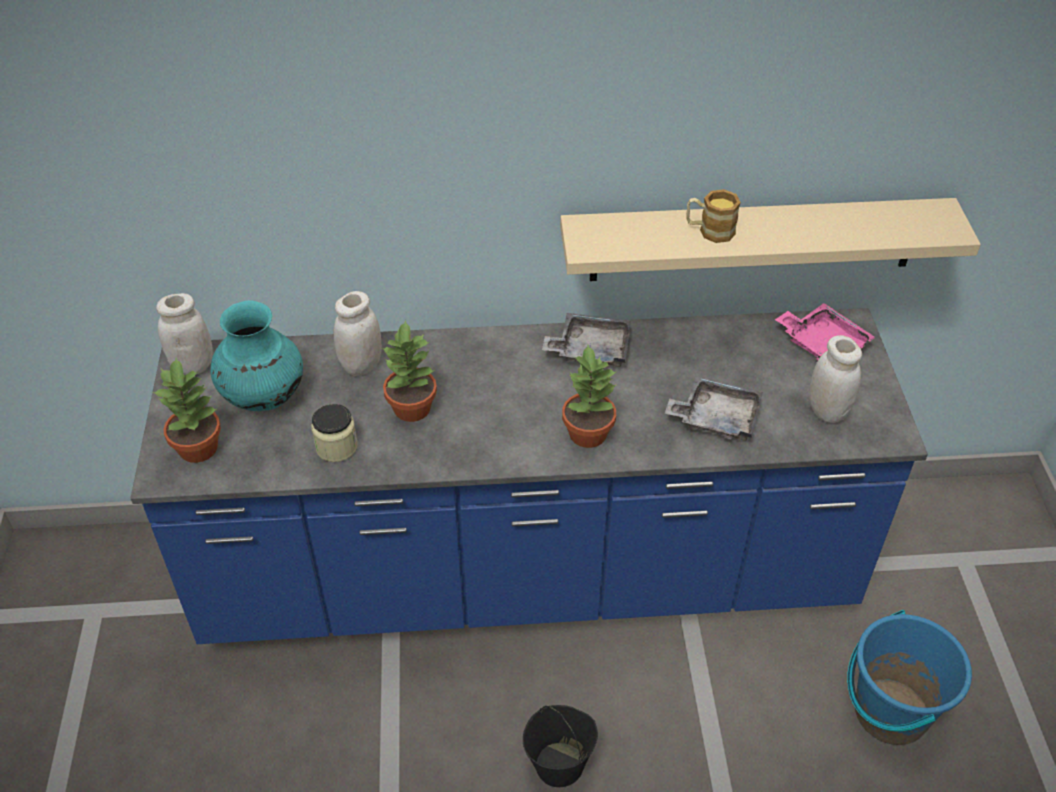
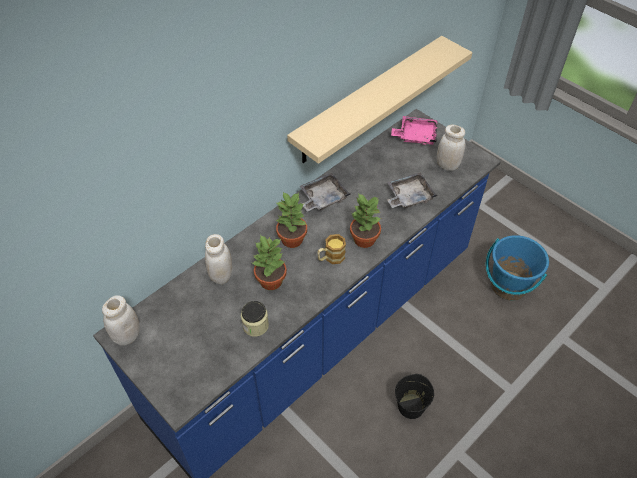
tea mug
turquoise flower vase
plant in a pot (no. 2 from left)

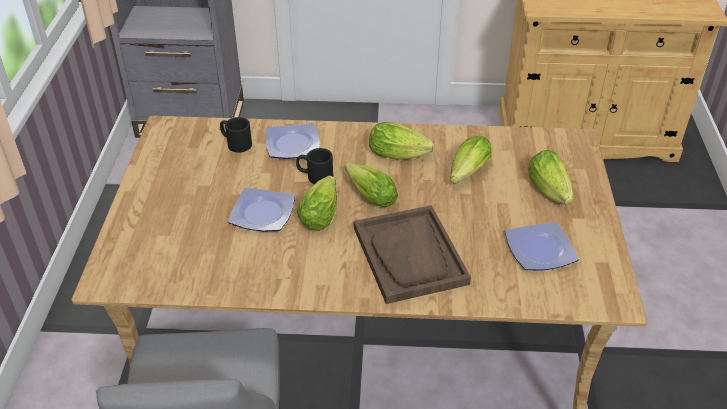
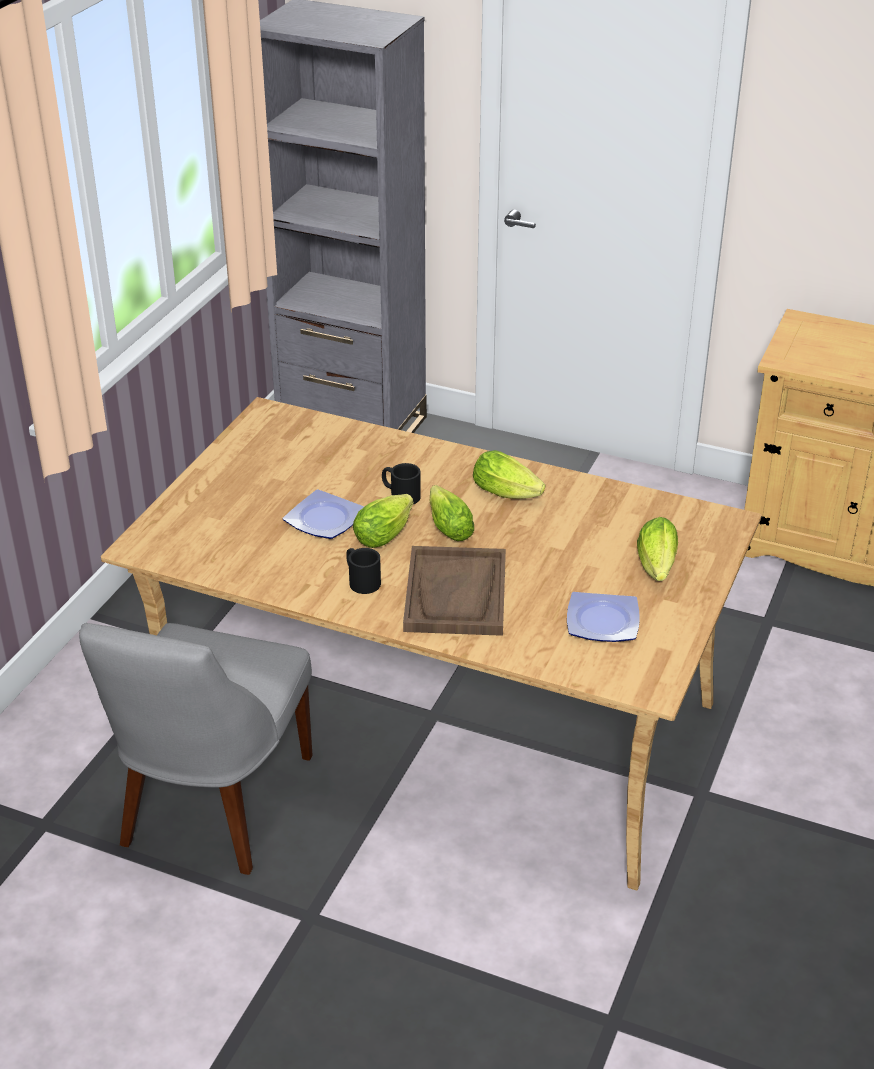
blackish tea mug (no. 1 from left)
dinner plate (no. 2 from left in the first image)
head of lettuce (no. 4 from left in the first image)

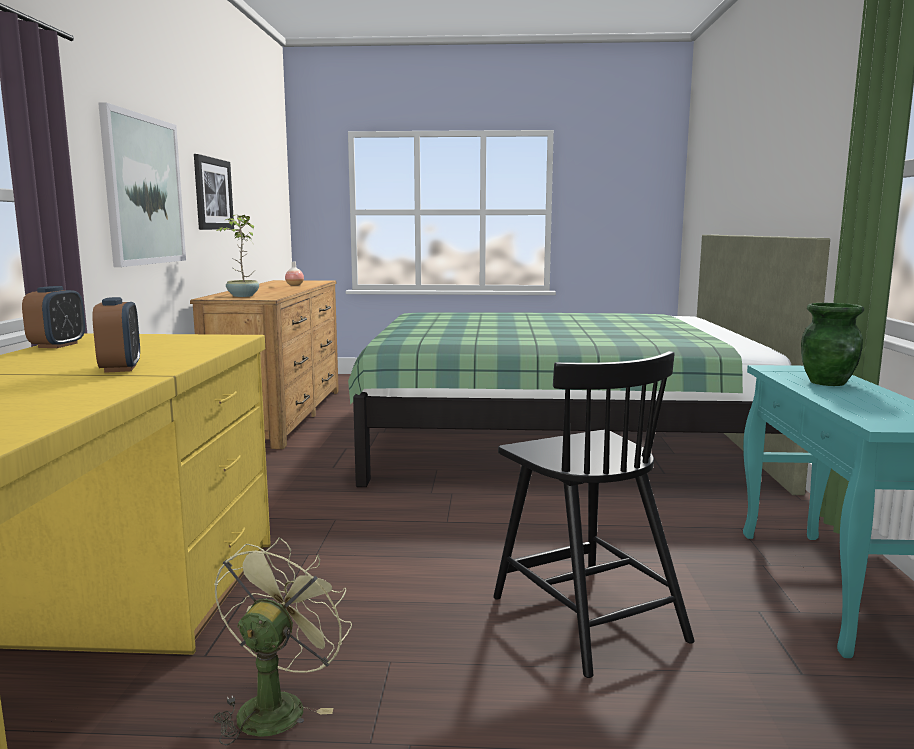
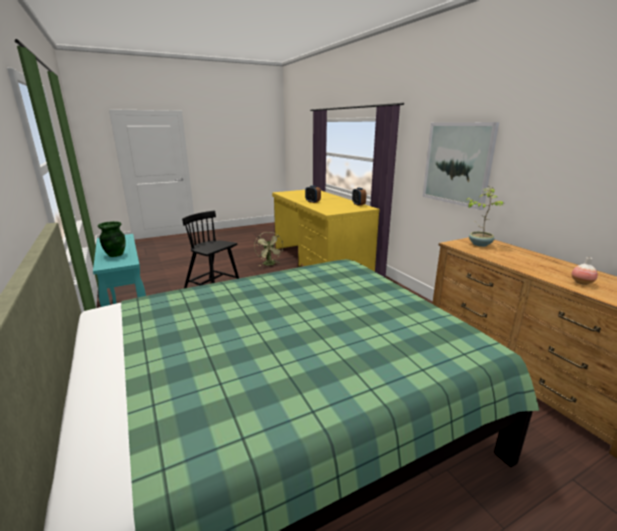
wall picture (no. 2 from left in the first image)

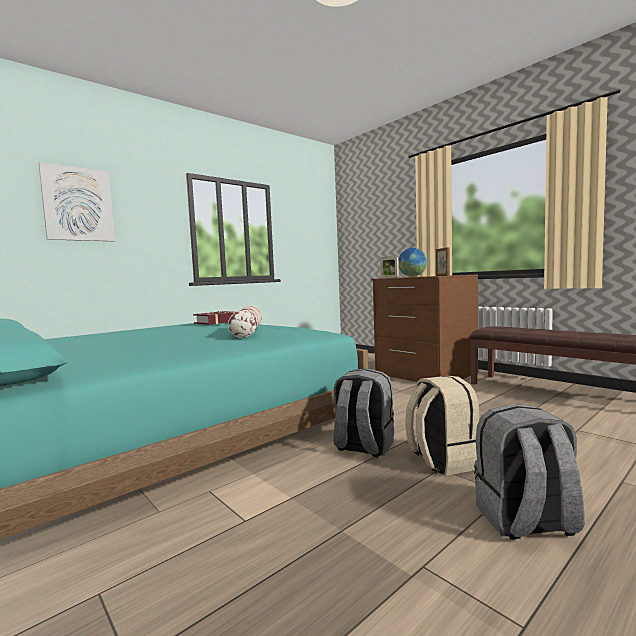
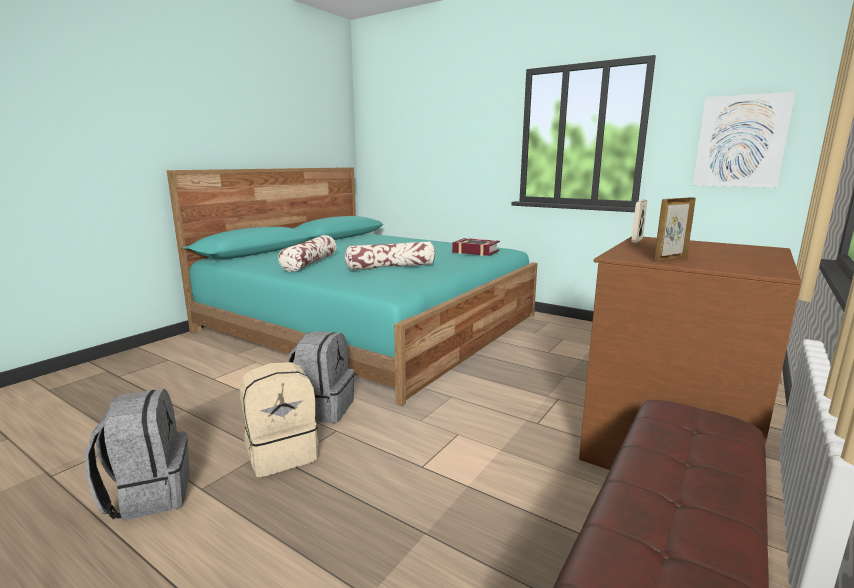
wall picture
globe
throw pillow (no. 1 from left)

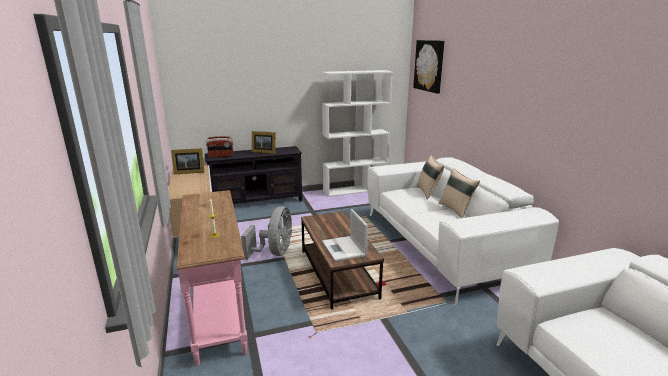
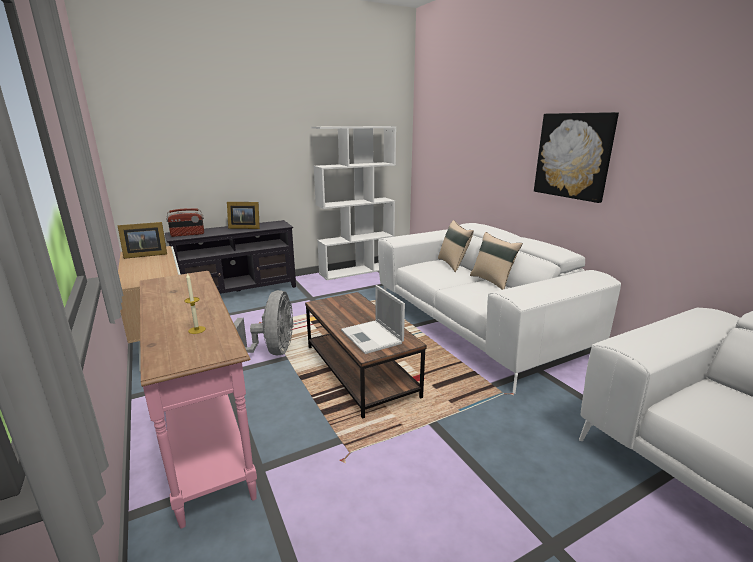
wall picture

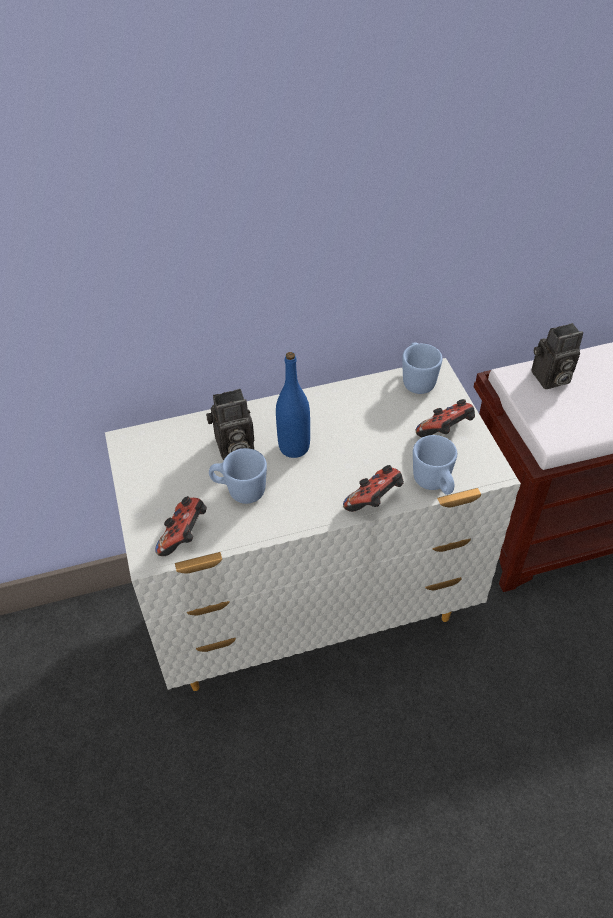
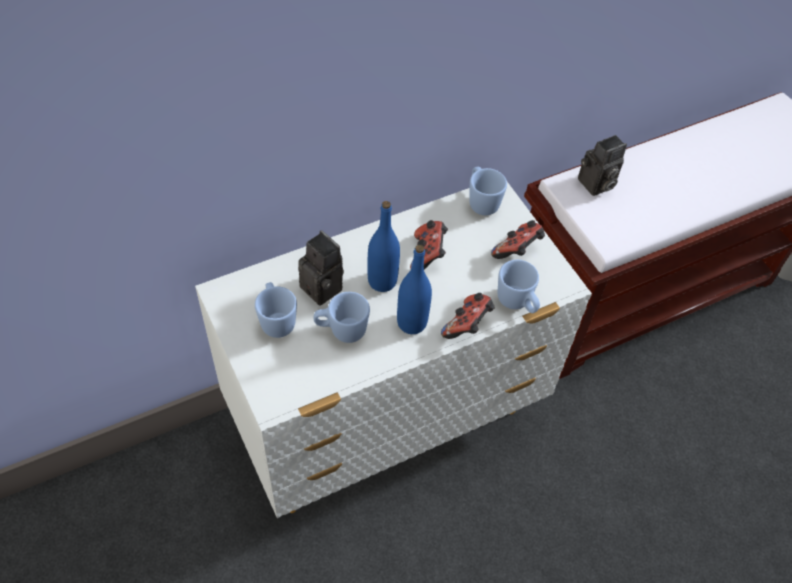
still camera (no. 1 from left)
game controller (no. 1 from left)
bluish beverage bottle (no. 2 from left)
bluish tea mug (no. 1 from left)

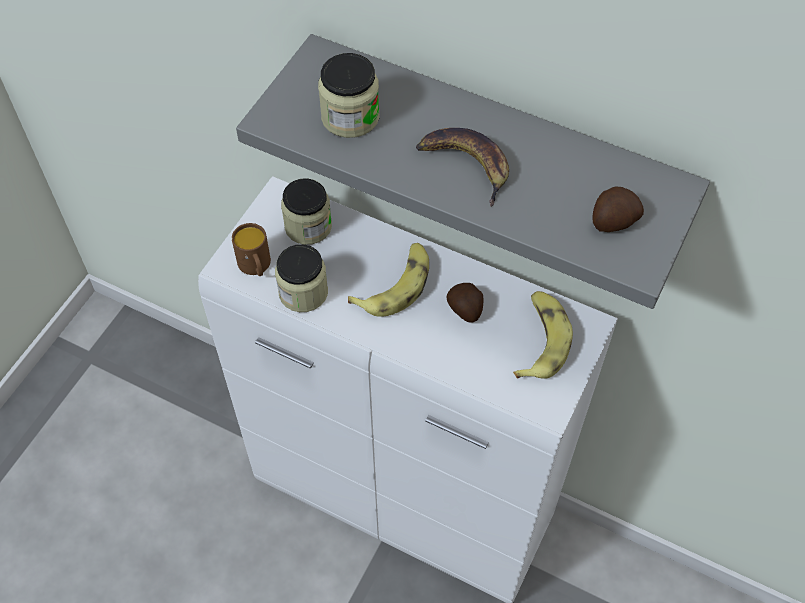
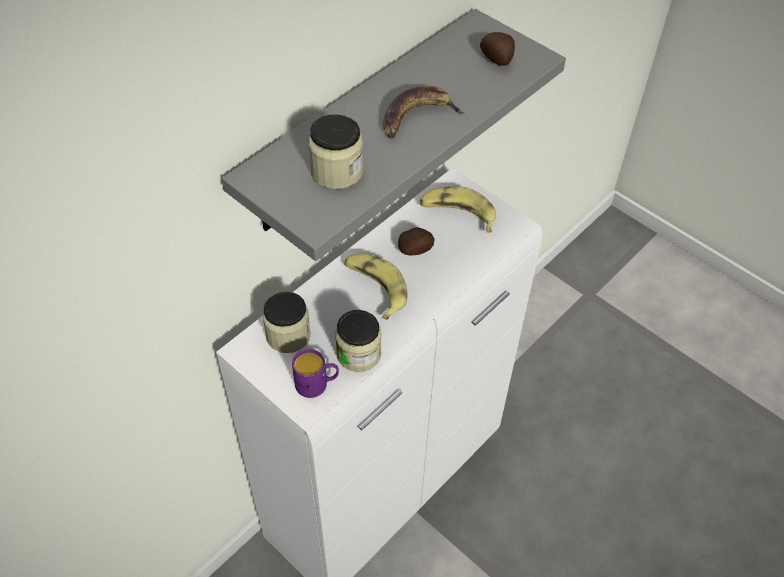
purplish tea mug

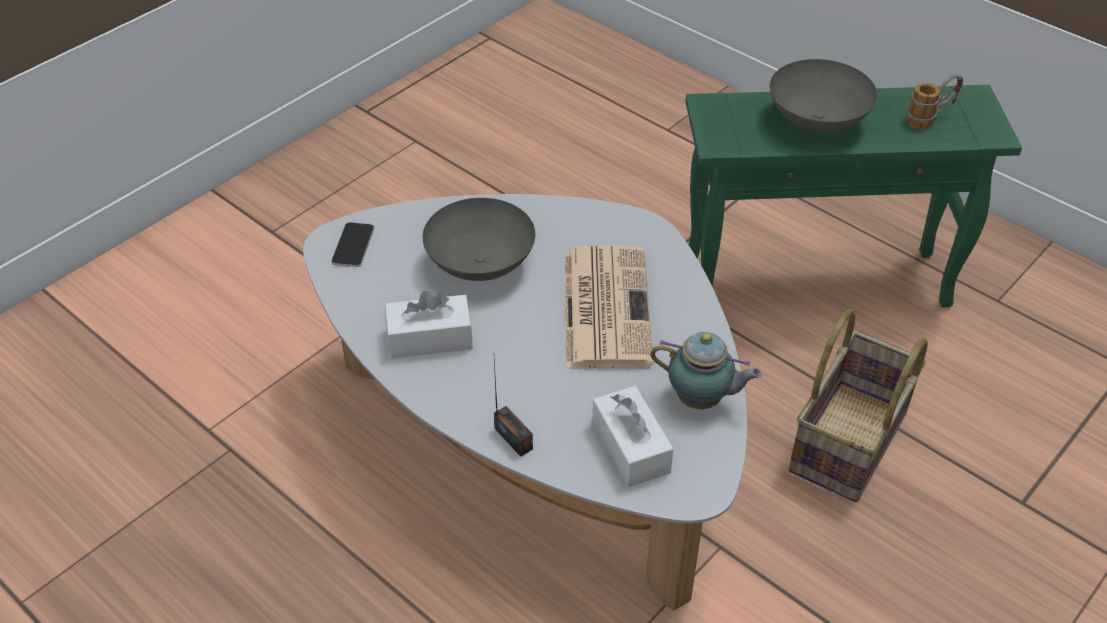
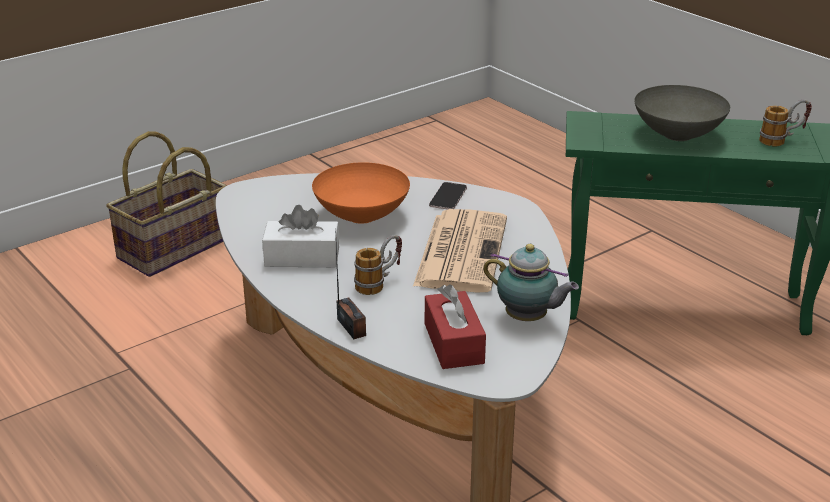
orange deep dish
telephone
household basket
red tissue box
tea mug (no. 1 from left)

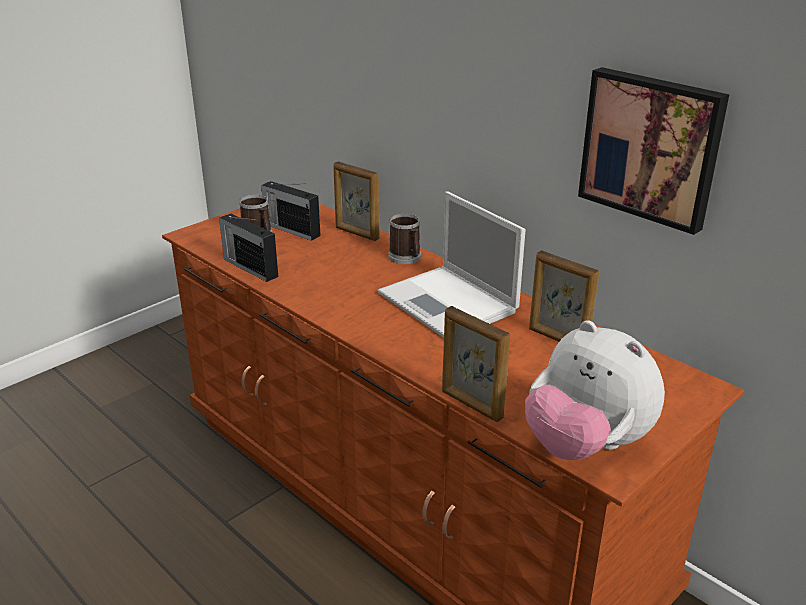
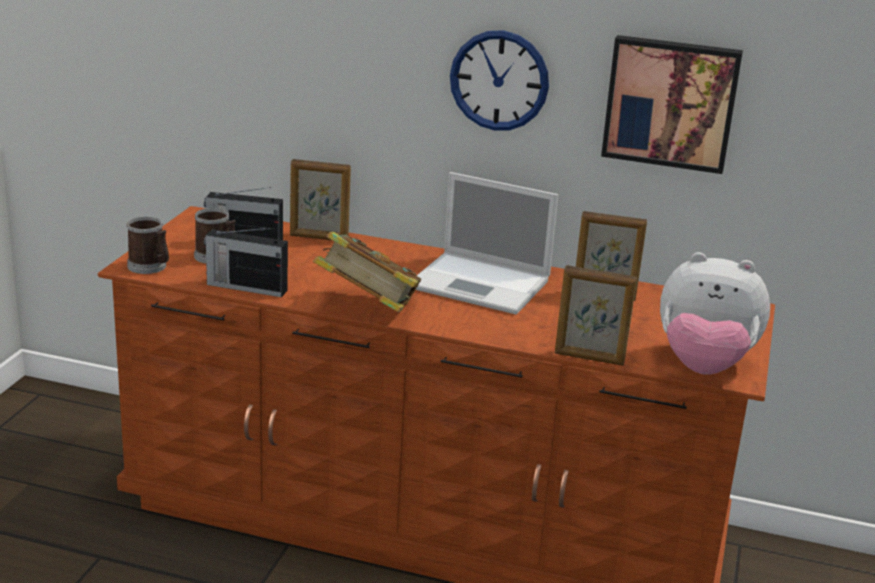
tea mug (no. 1 from left)
clock on the wall
bound book

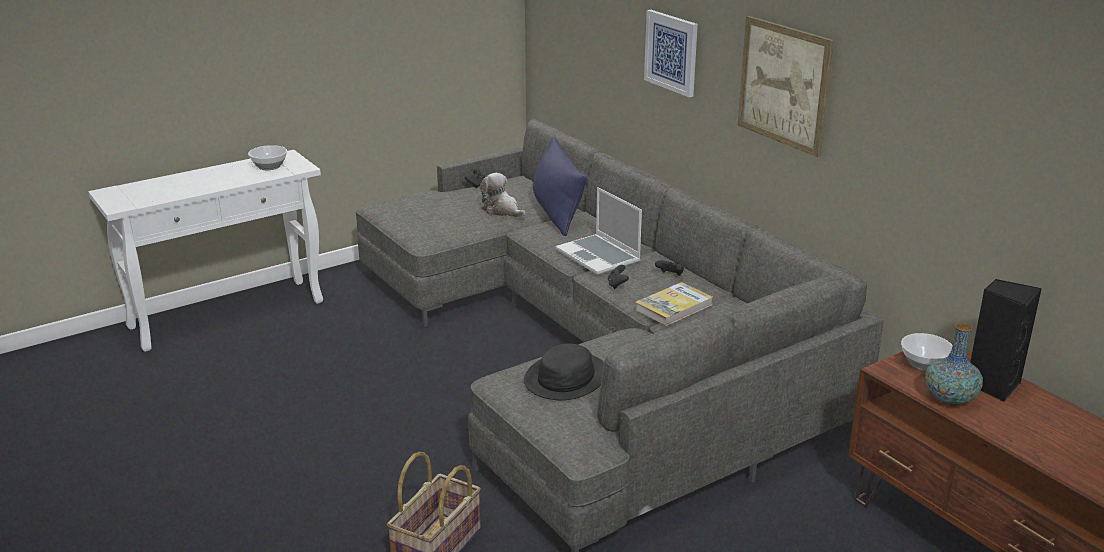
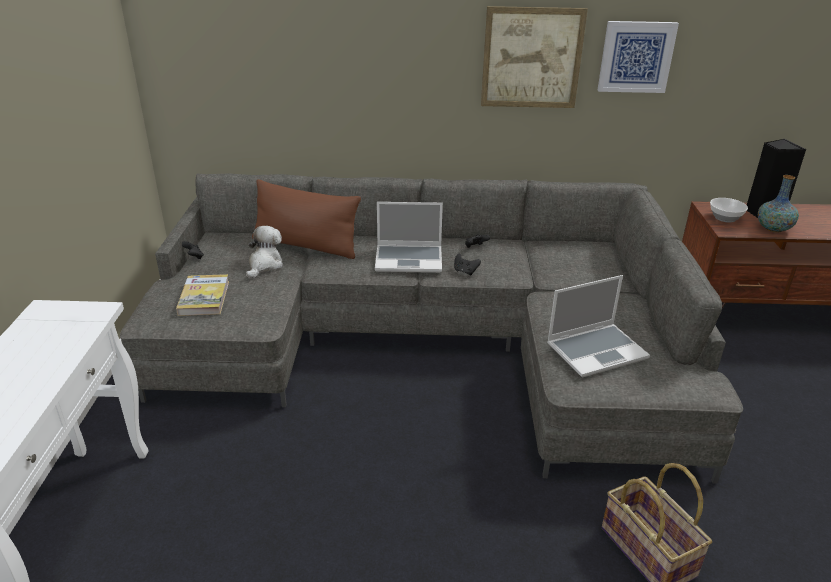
wall picture (no. 2 from left)
brown-coloured throw pillow
deep dish (no. 1 from left in the first image)
cuddly toy
bound book
portable computer (no. 2 from left)

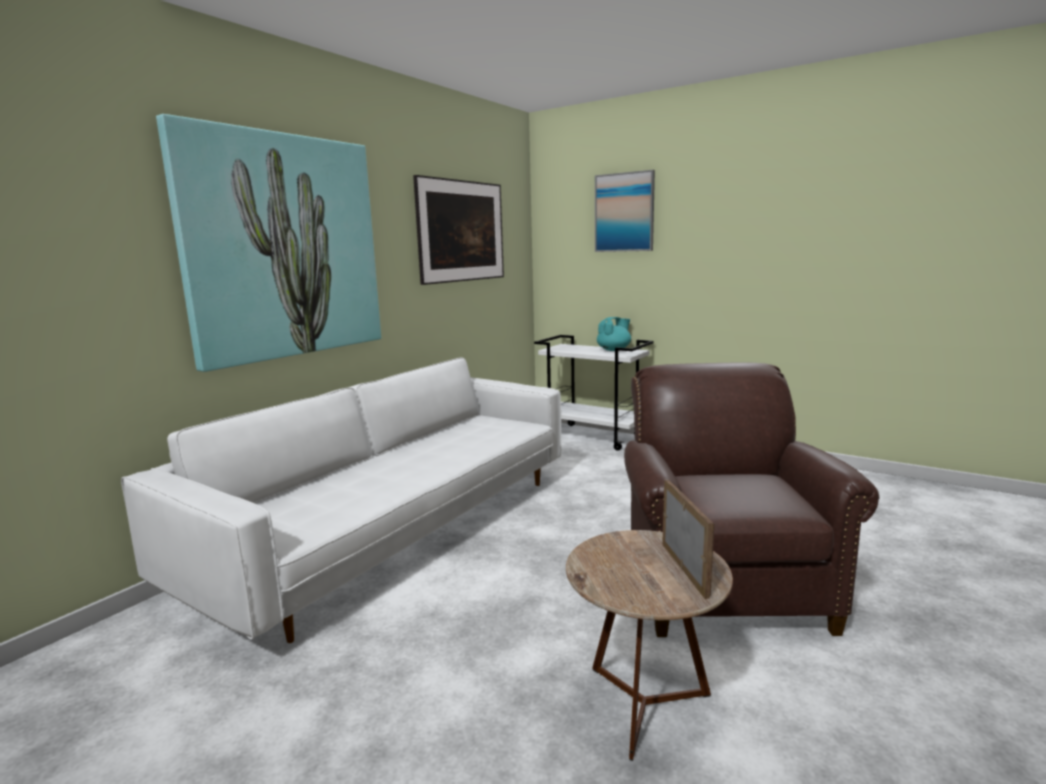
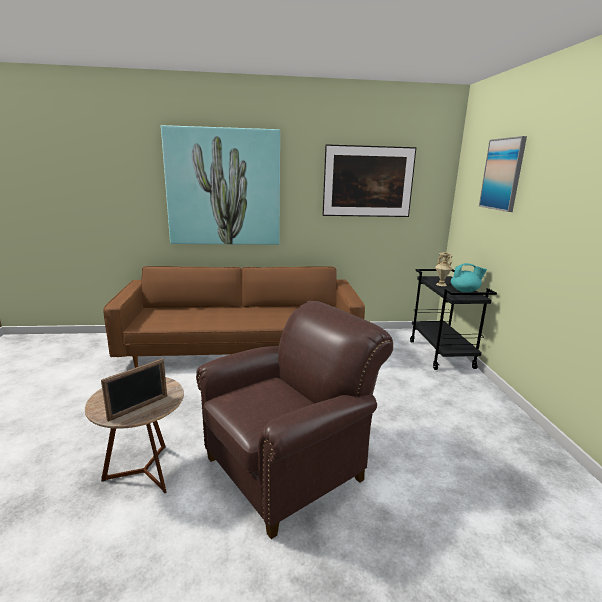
blackish cart
brown-coloured sofa
beige flower vase

